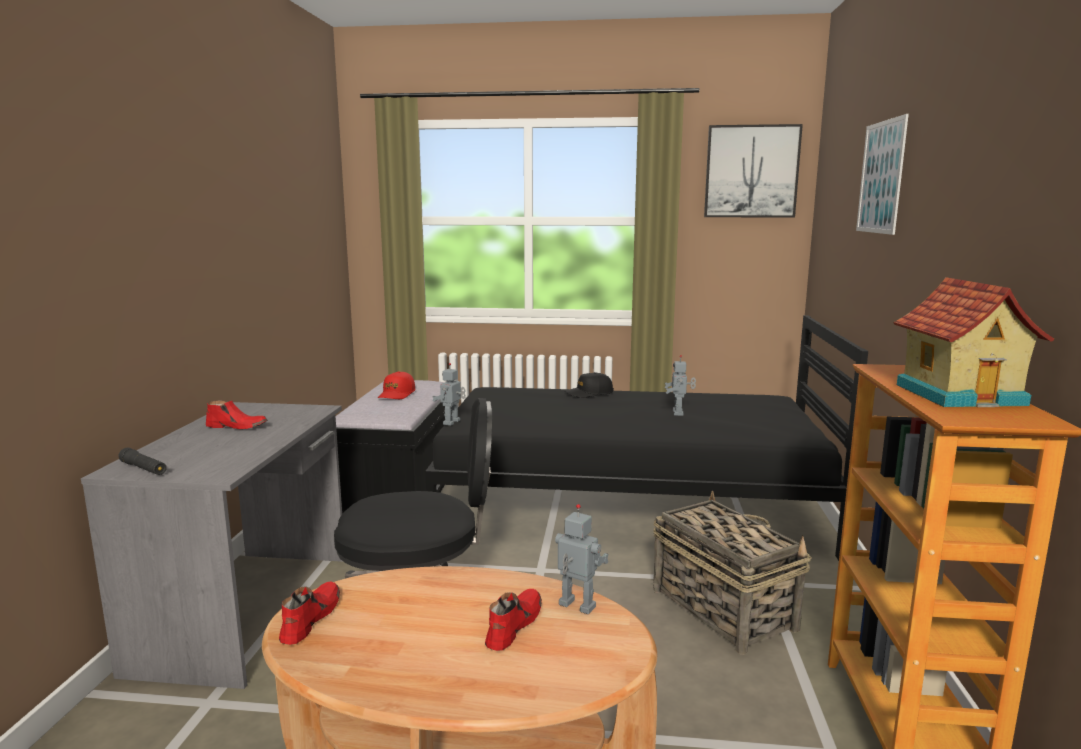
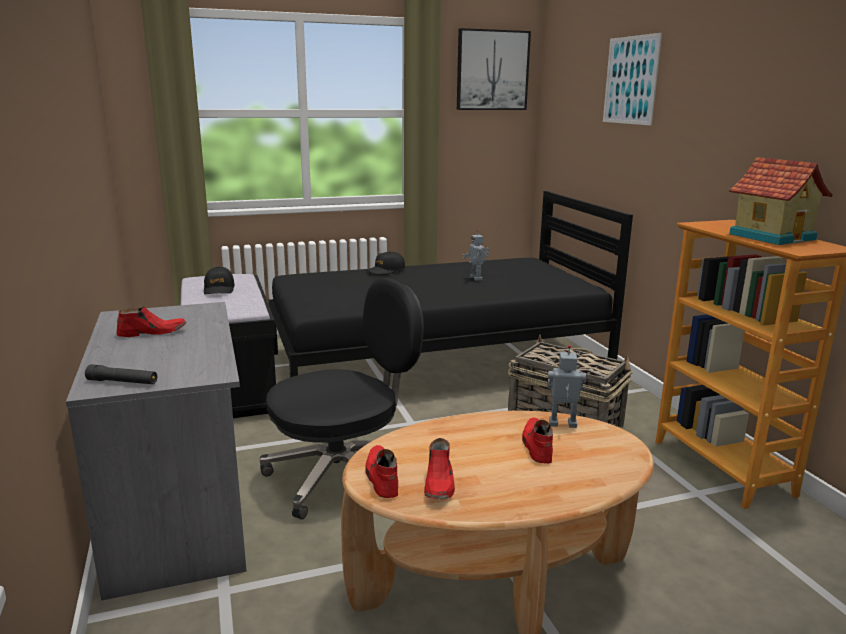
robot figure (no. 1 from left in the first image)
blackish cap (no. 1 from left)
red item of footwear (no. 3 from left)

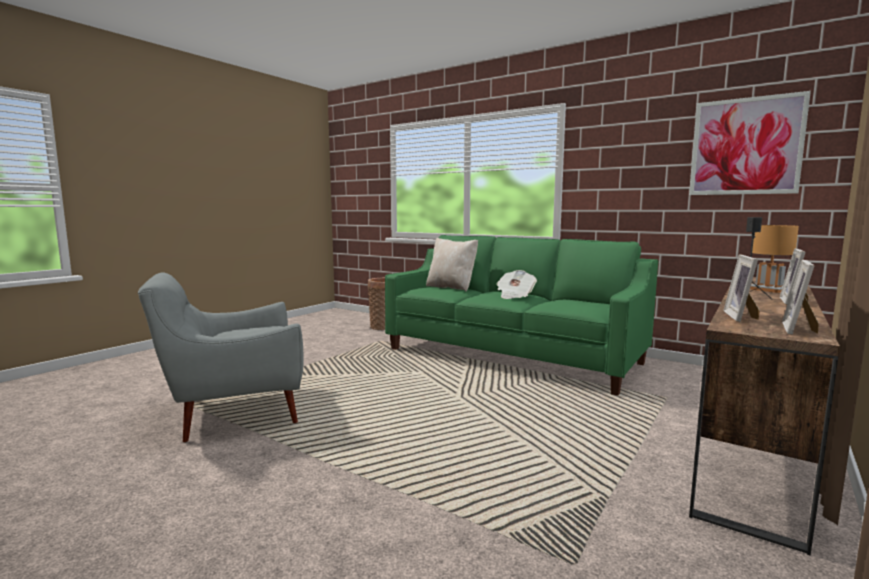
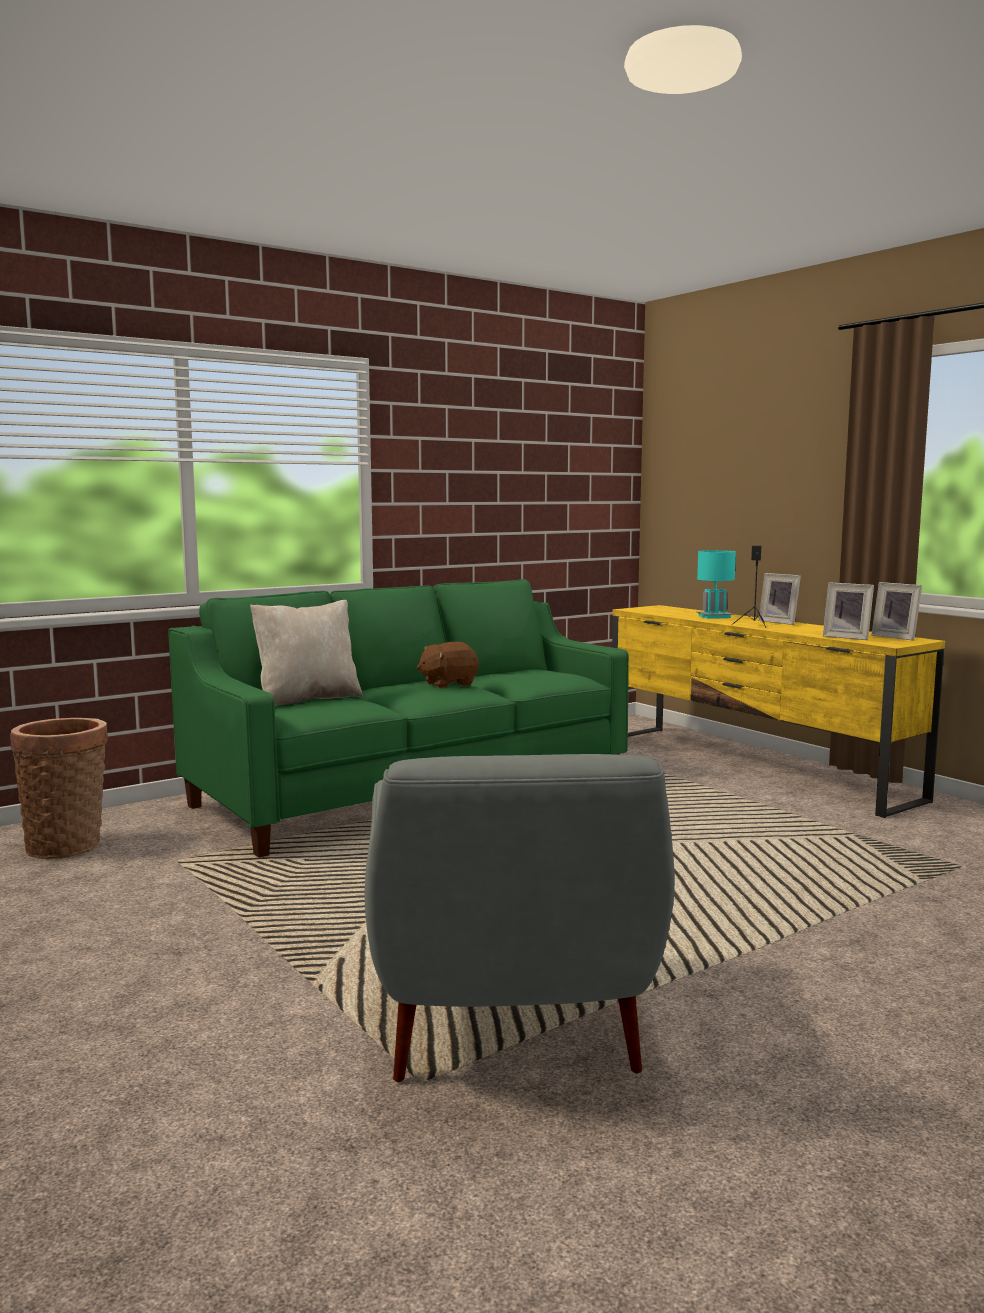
wall picture
turquoise tabletop lamp
brown-coloured cuddly toy
yellow media console

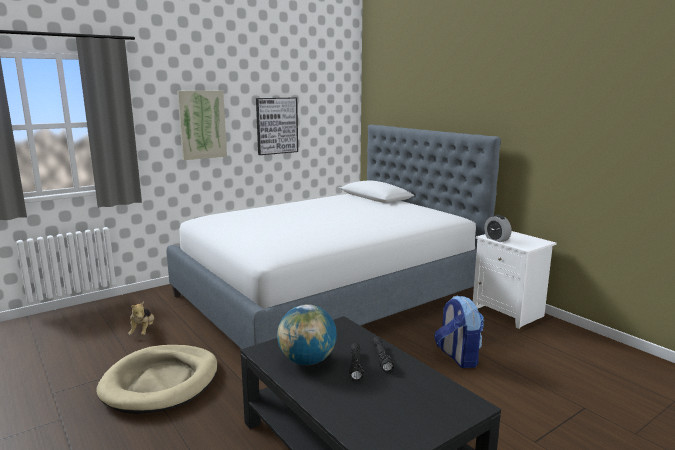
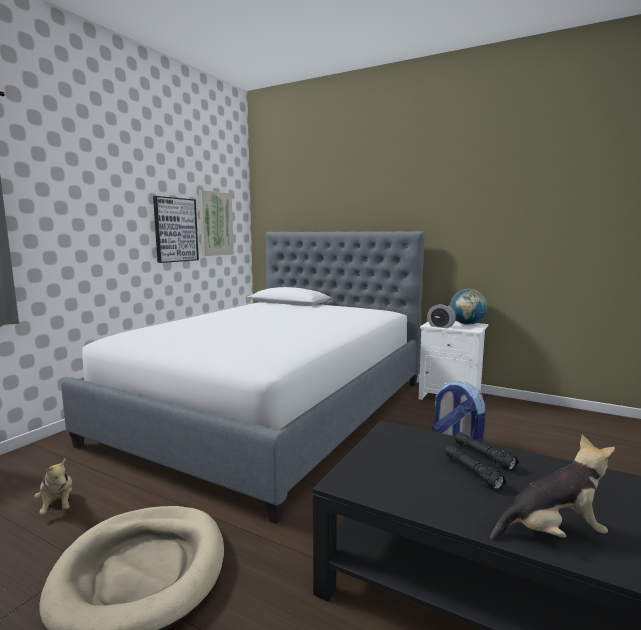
wall picture (no. 2 from left)
globe
cuddly toy (no. 2 from left)

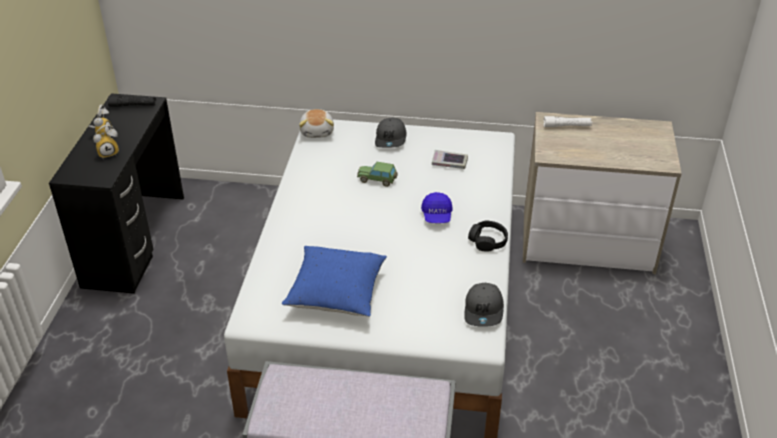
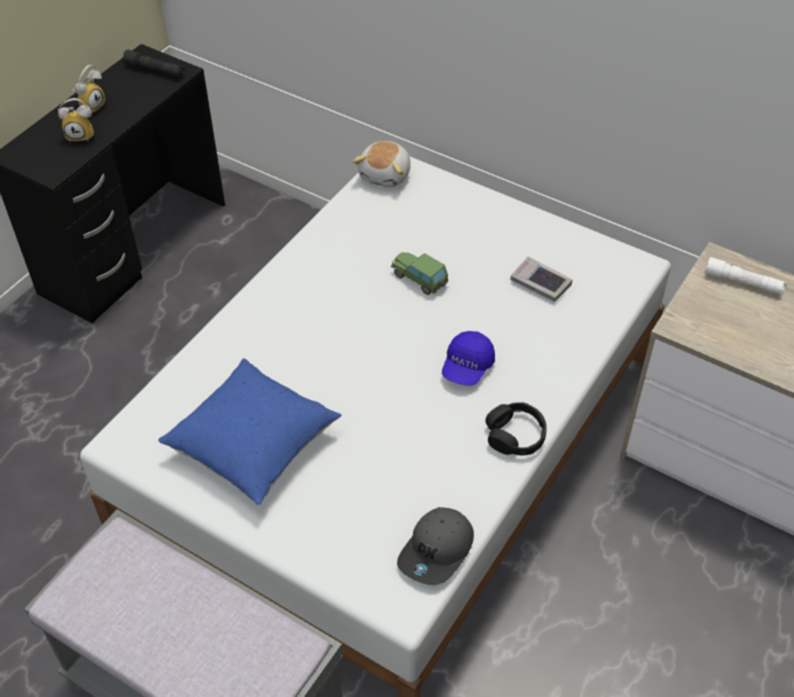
gray cap (no. 1 from left in the first image)

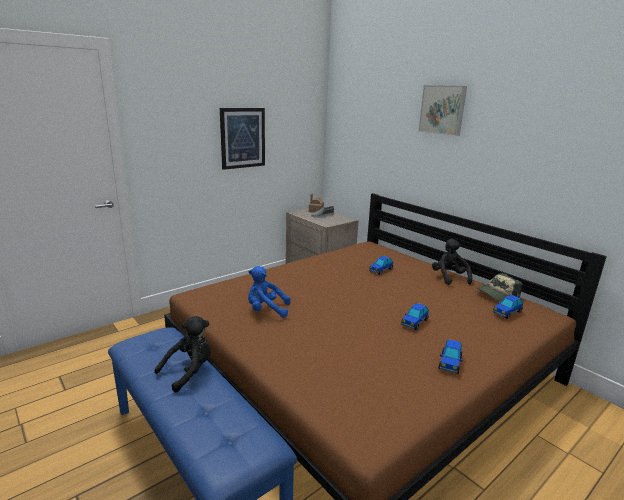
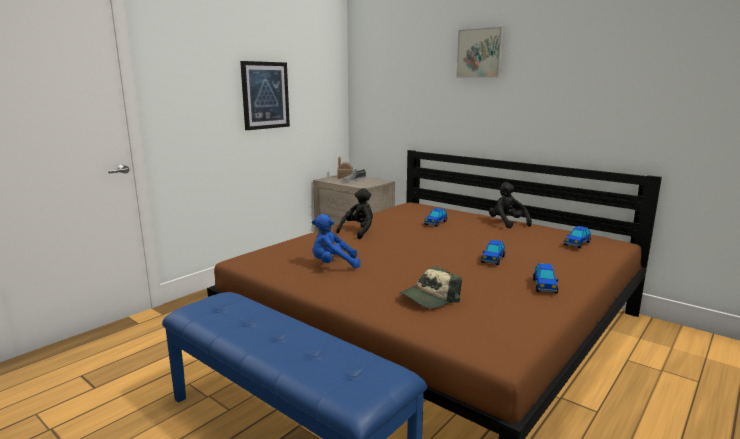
cap
blackish cuddly toy (no. 1 from left)

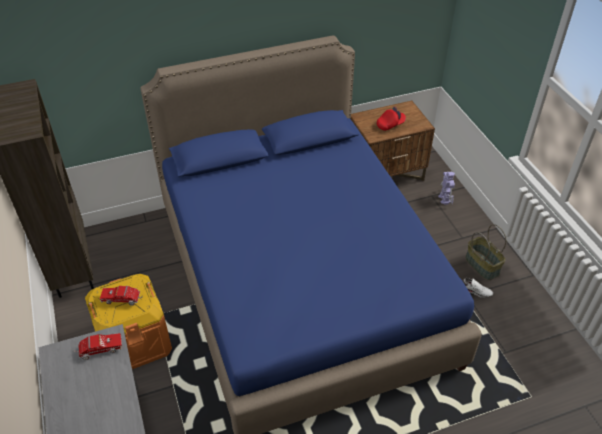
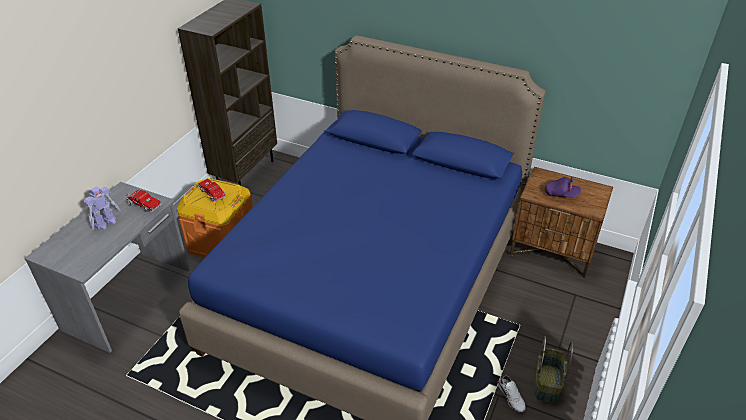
purplish cap
robot figure

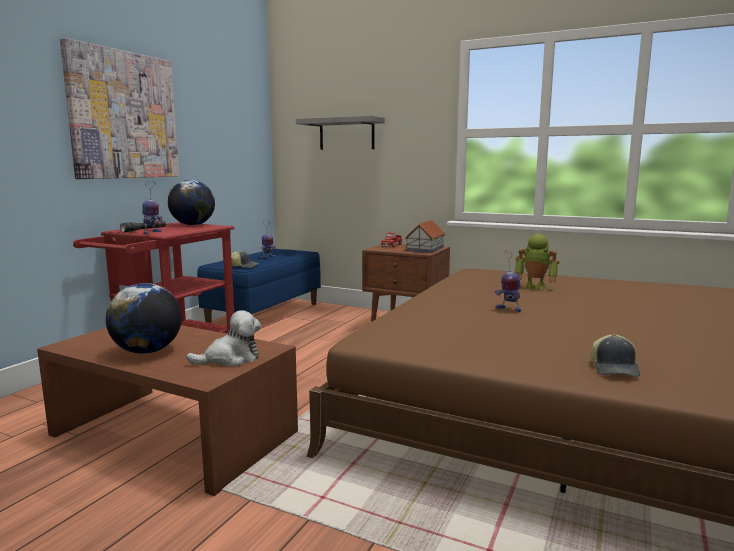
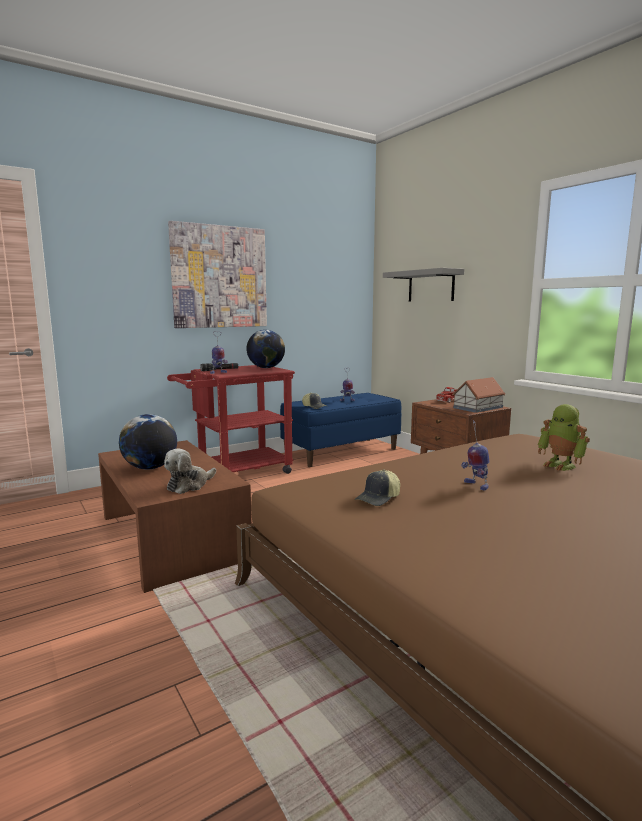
cuddly toy
cap (no. 2 from left)

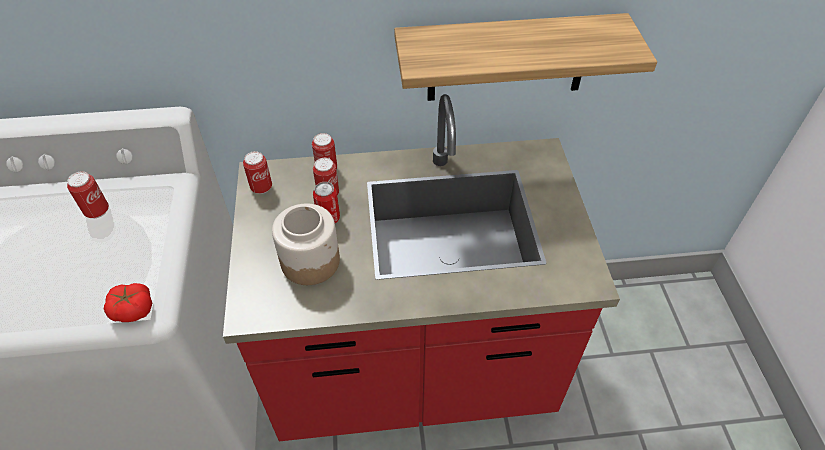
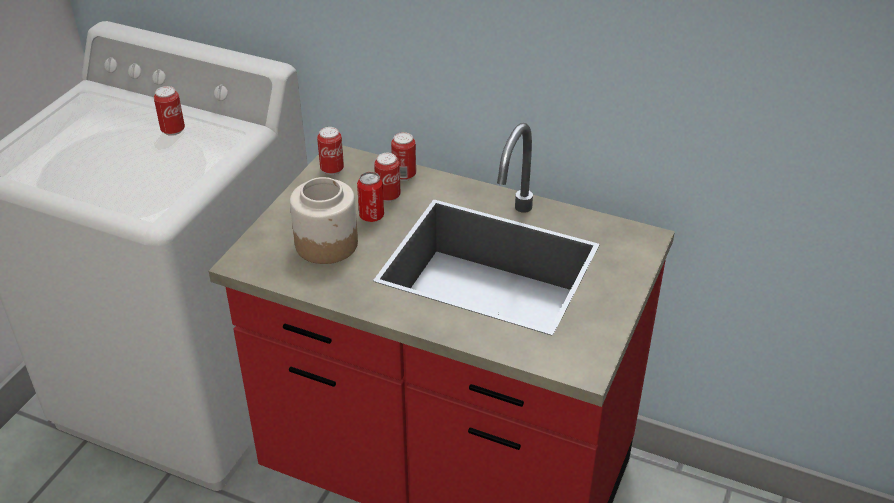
wall shelf
whole tomato

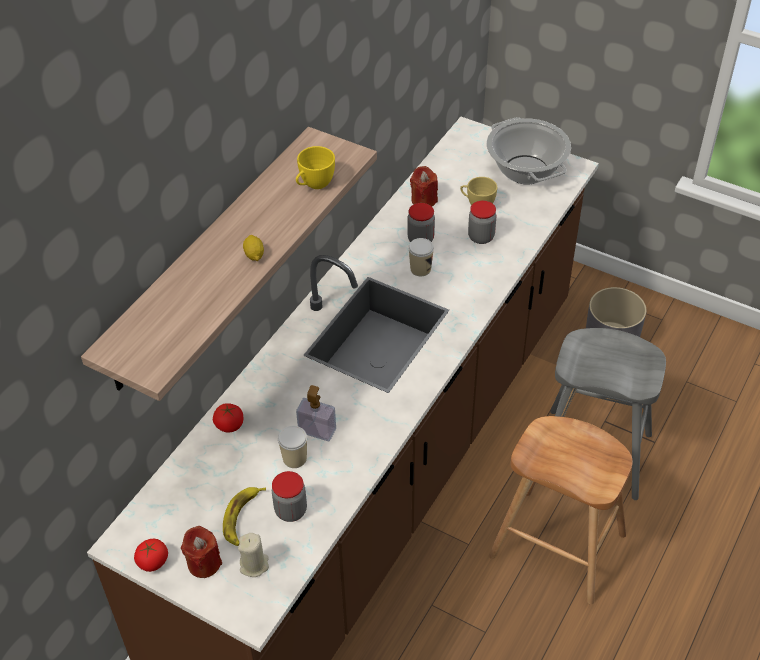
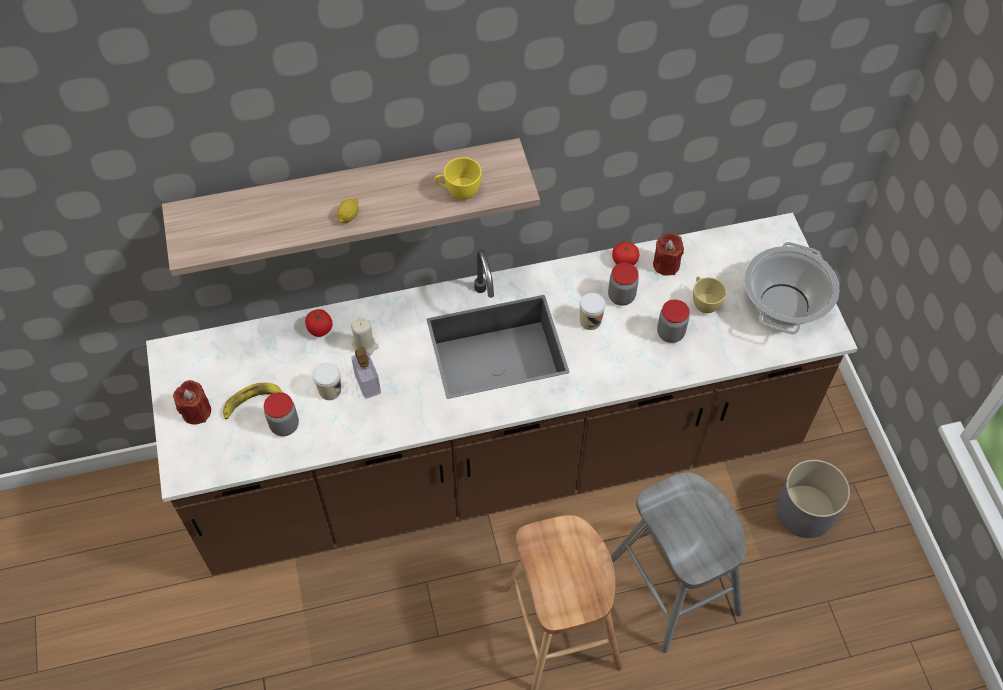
beige candle
whole tomato (no. 2 from left)

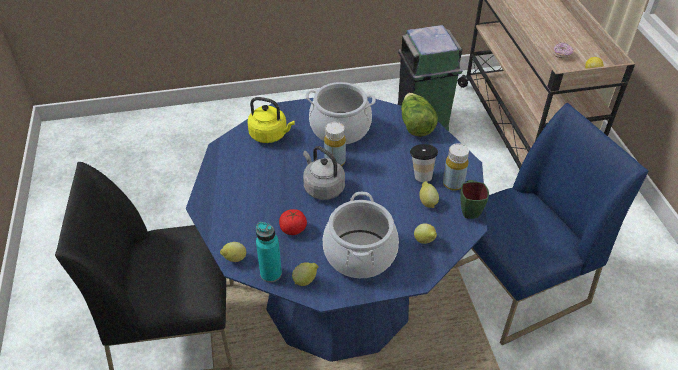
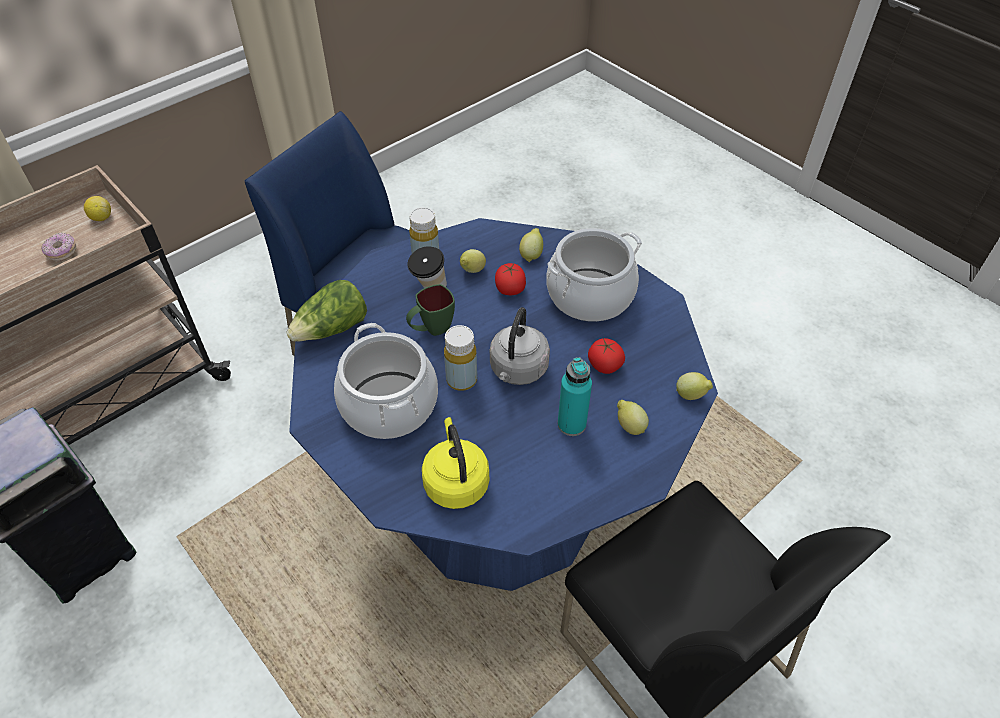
greenish tea mug
turquoise beverage bottle
citrus fruit (no. 4 from left)
whole tomato (no. 1 from left)

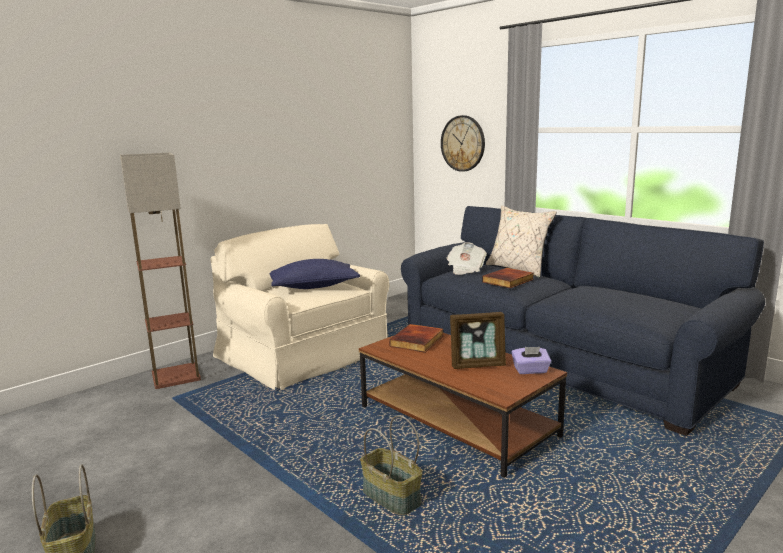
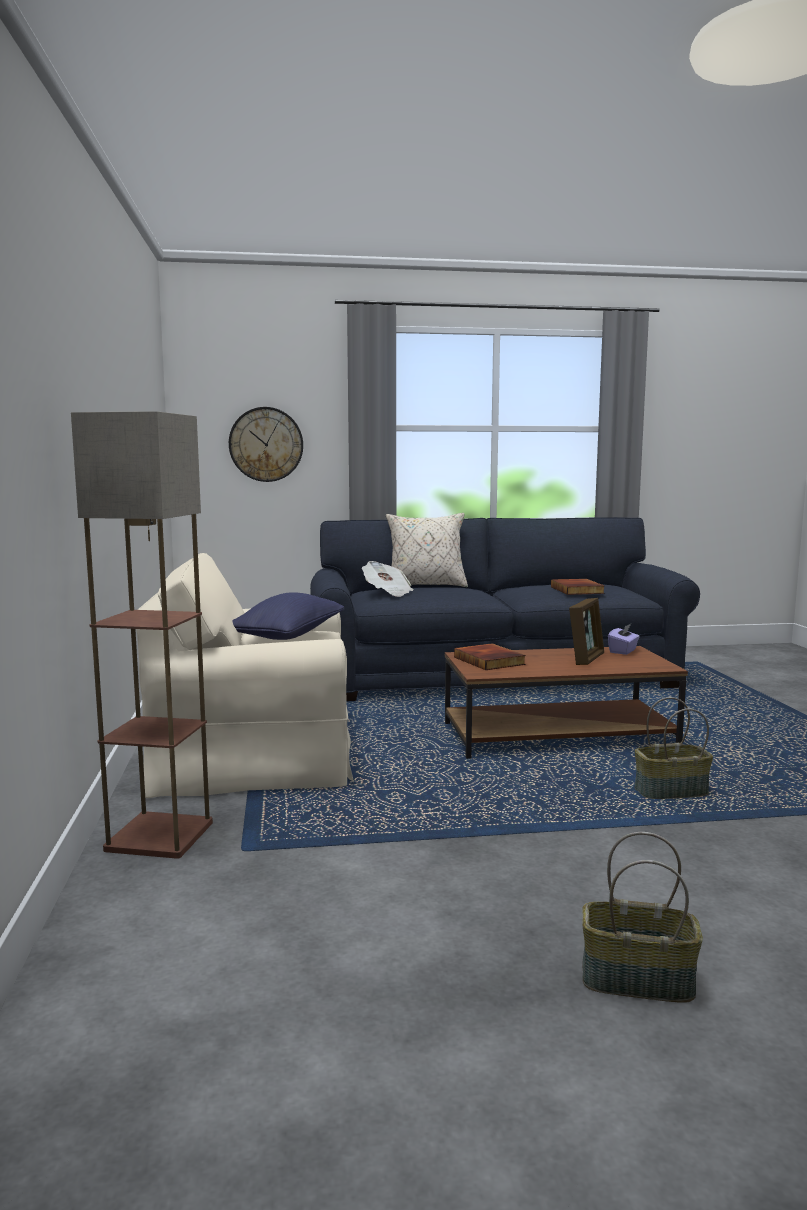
bound book (no. 2 from left)

